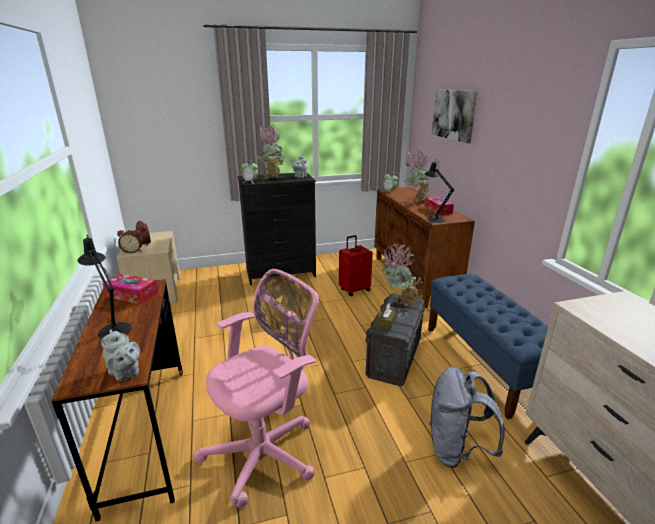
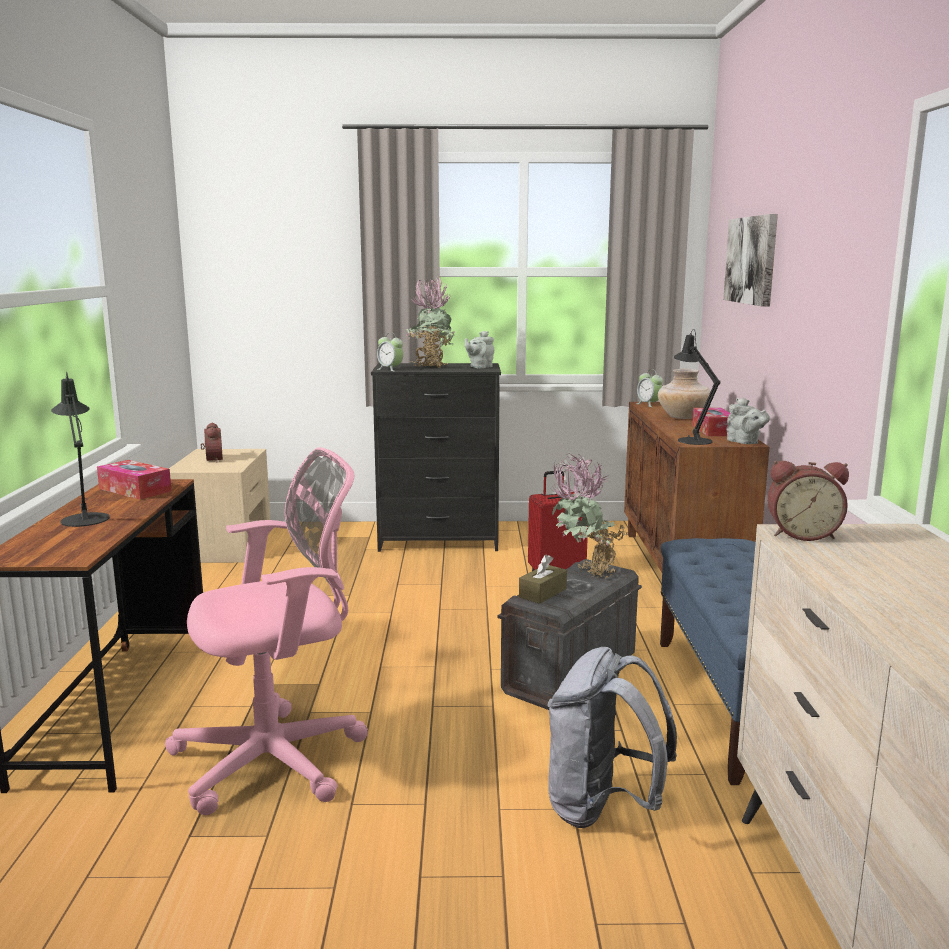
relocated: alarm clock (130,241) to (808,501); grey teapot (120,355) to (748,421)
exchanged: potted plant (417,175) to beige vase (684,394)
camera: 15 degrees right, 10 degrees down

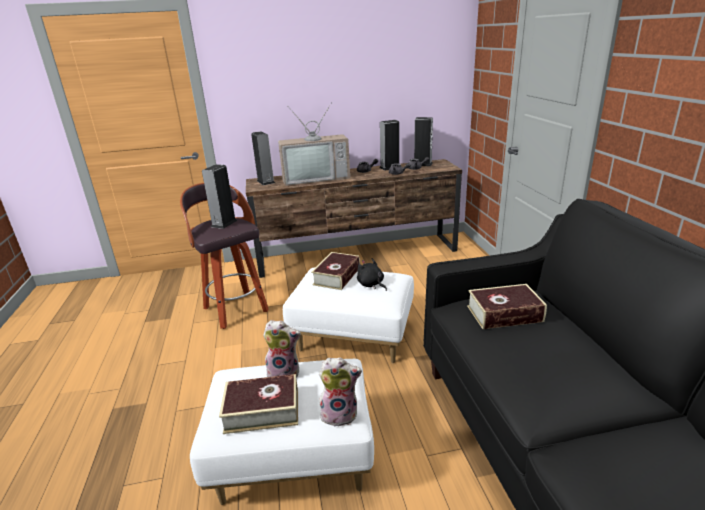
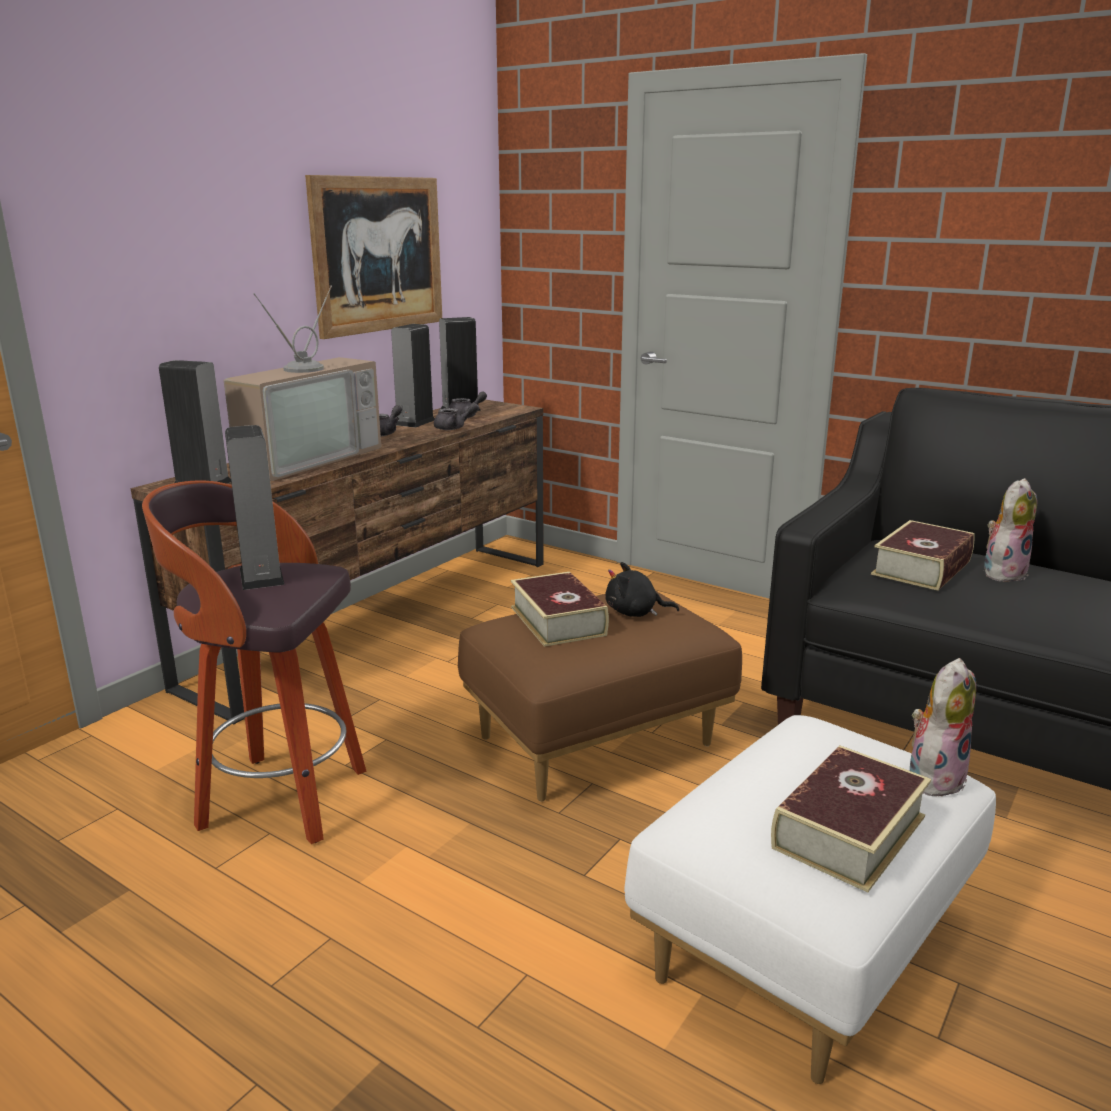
appeared: picture (373,257)
relocated: plush toy (282,348) to (1010,530)
colour: white ottoman (348,315) to brown ottoman (600,696)
camera: 45 degrees left, 5 degrees down

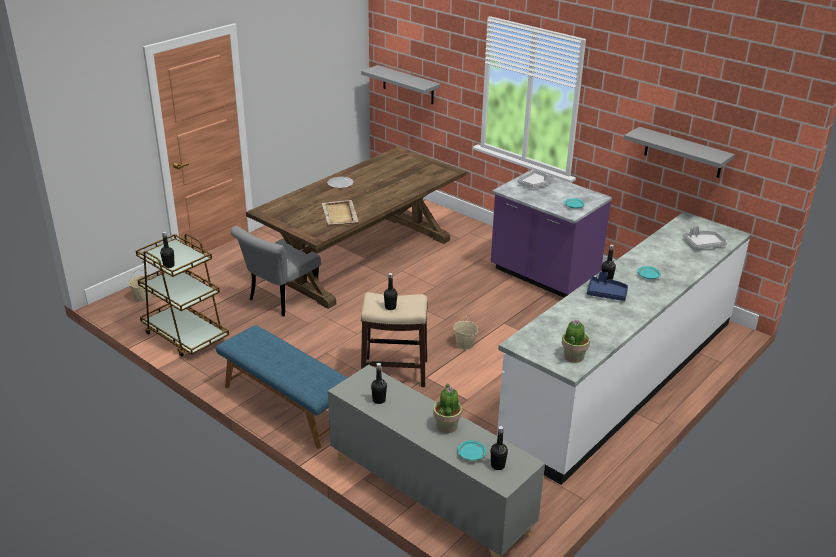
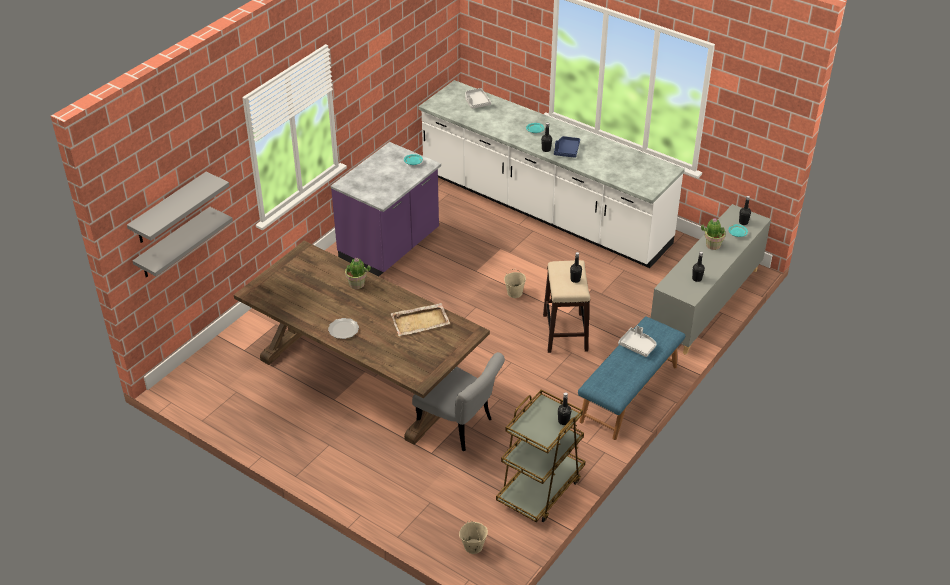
relocated: grey shelf (679,152) to (178,207); grey tray (536,179) to (637,341); potted plant (576,341) to (358,273)
camera: 95 degrees left, 10 degrees up

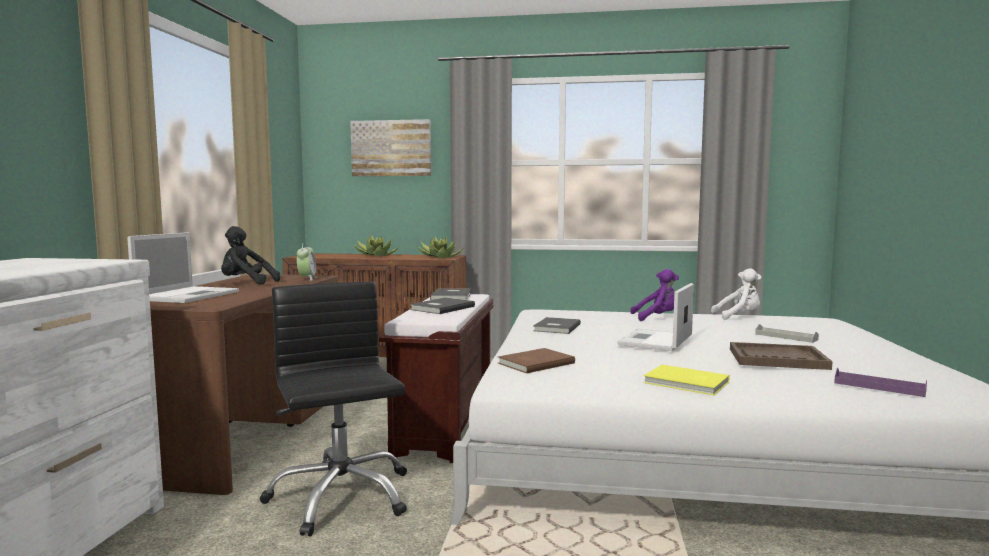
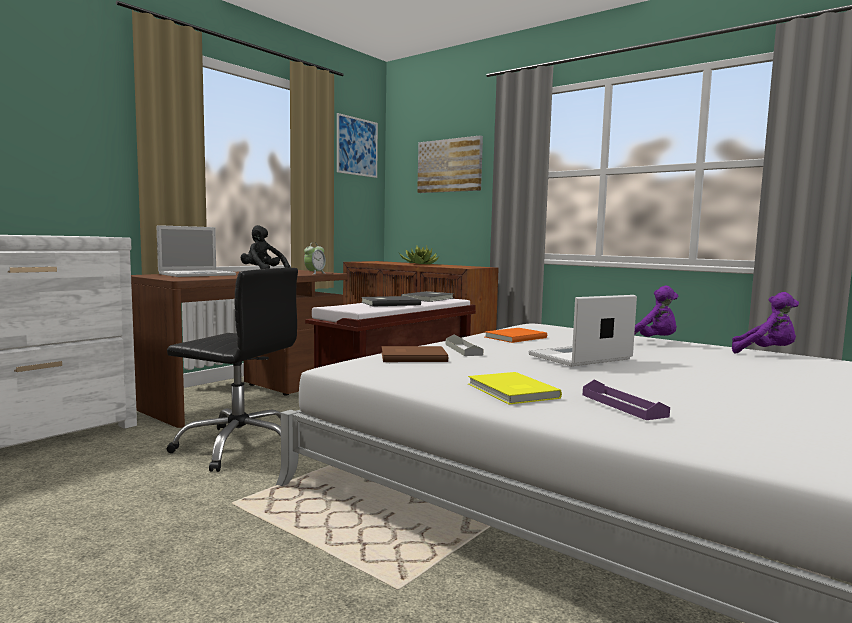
missing: potted plant (439,247); brown tray (781,356)
appeared: picture (357,145)
relocated: grey tray (787,333) to (464,345); purple tray (880,382) to (626,400)
colour: white plush toy (736,294) to purple plush toy (765,322); grey book (557,325) to orange book (516,335)
spun: black office chair (333,409) = (232,370) 105 degrees clockwise
camera: 30 degrees right, 0 degrees up

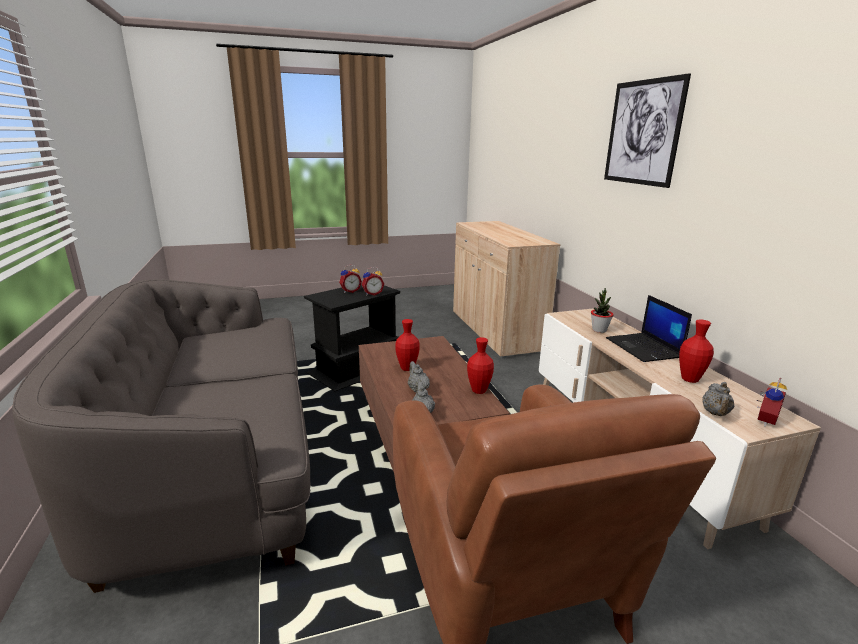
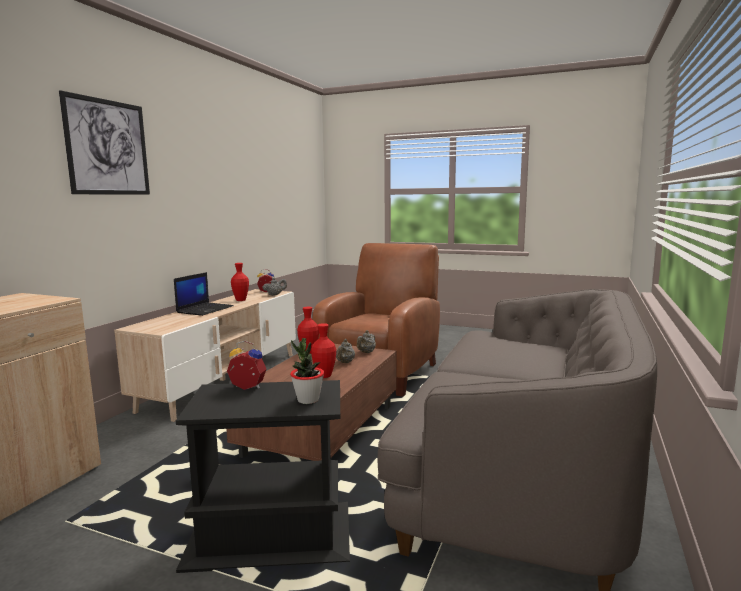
missing: alarm clock (350,279)
relocated: potted plant (602,310) to (307,371)
camera: 140 degrees left, 10 degrees down

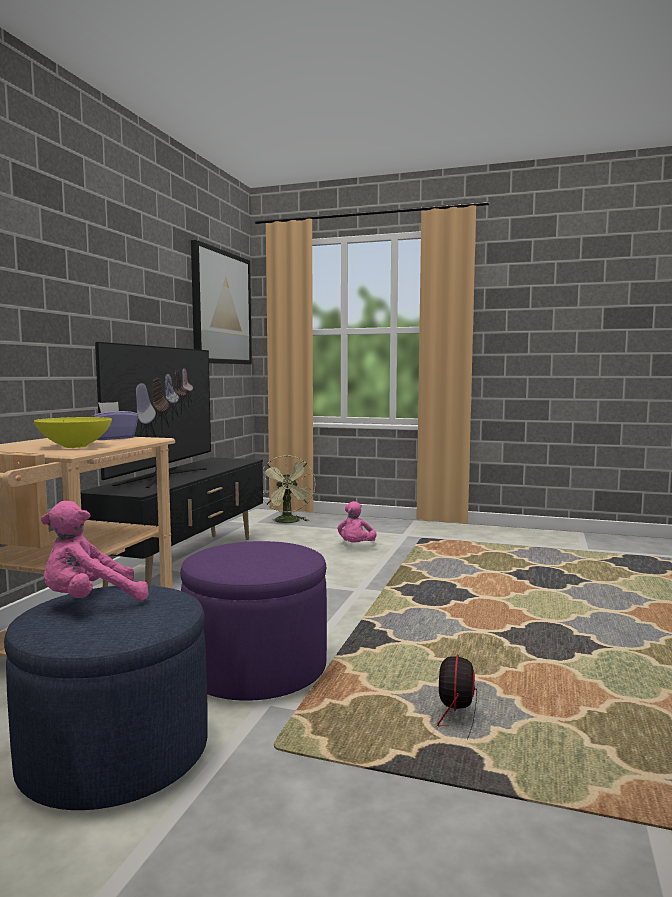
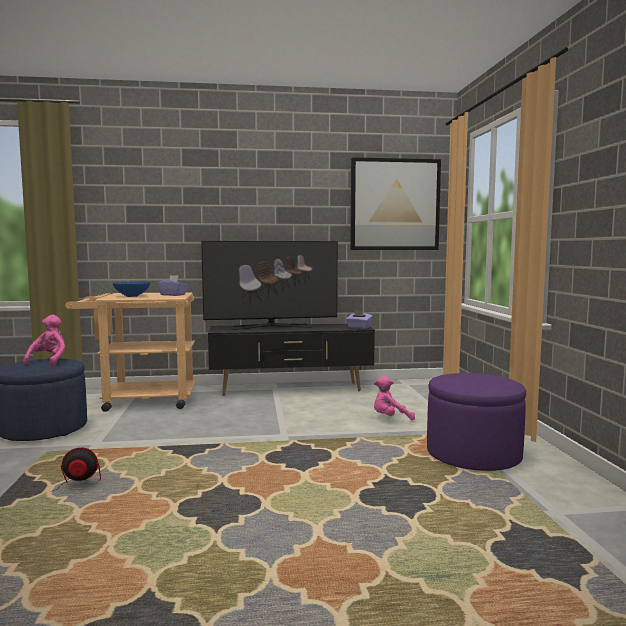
missing: green fan (289,489)
appeared: purple tissue box (359,319)
relocated: purple ottoman (253,621) to (476,422)
colour: yellow bowl (73,432) to blue bowl (131,289)
spun: pink plush toy (95,551) = (44,340) 60 degrees clockwise
camera: 65 degrees right, 0 degrees up

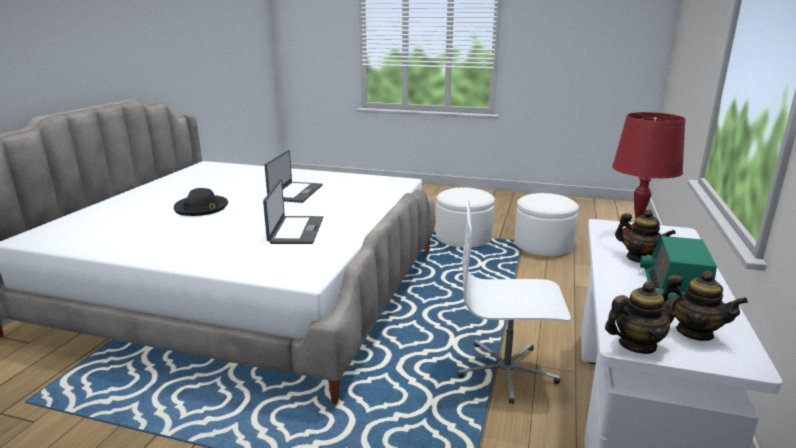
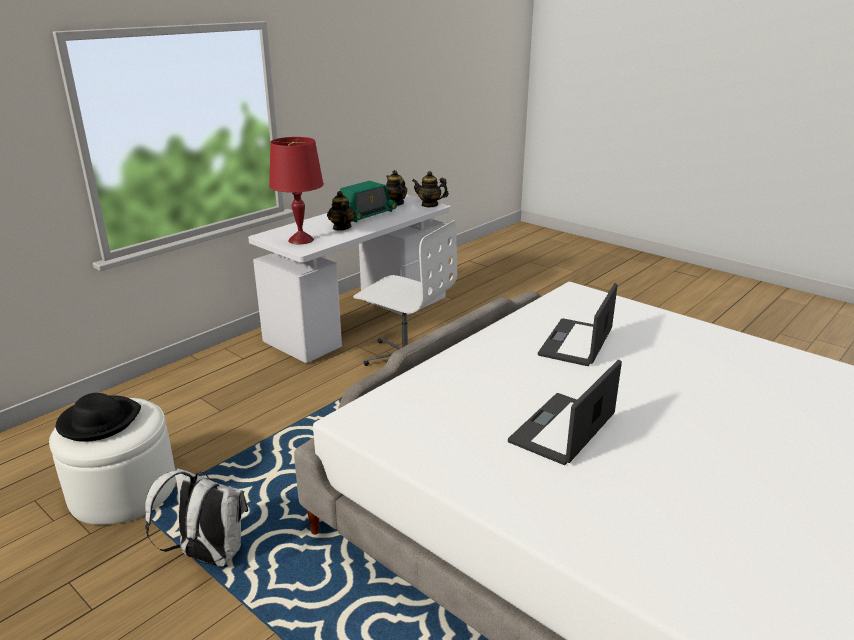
relocated: black hat (201,202) to (98,417)
exchanged: white ottoman (465,217) to white backpack (196,517)
camera: 155 degrees left, 5 degrees up

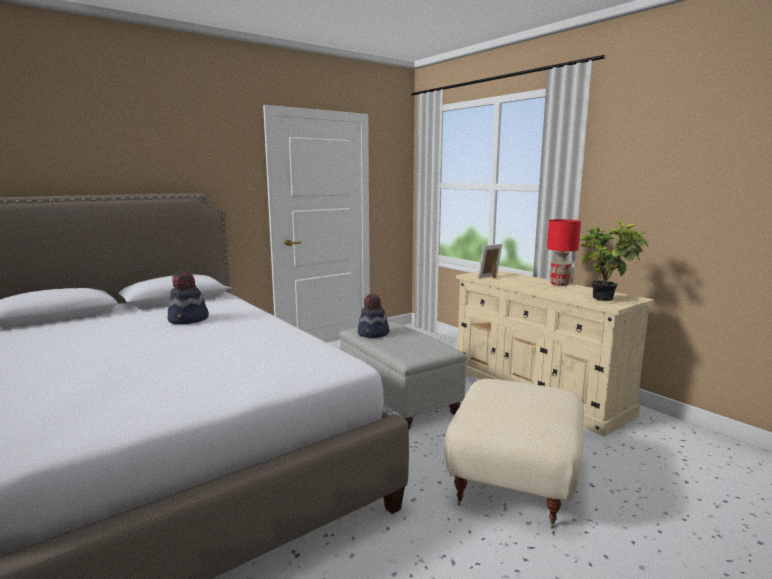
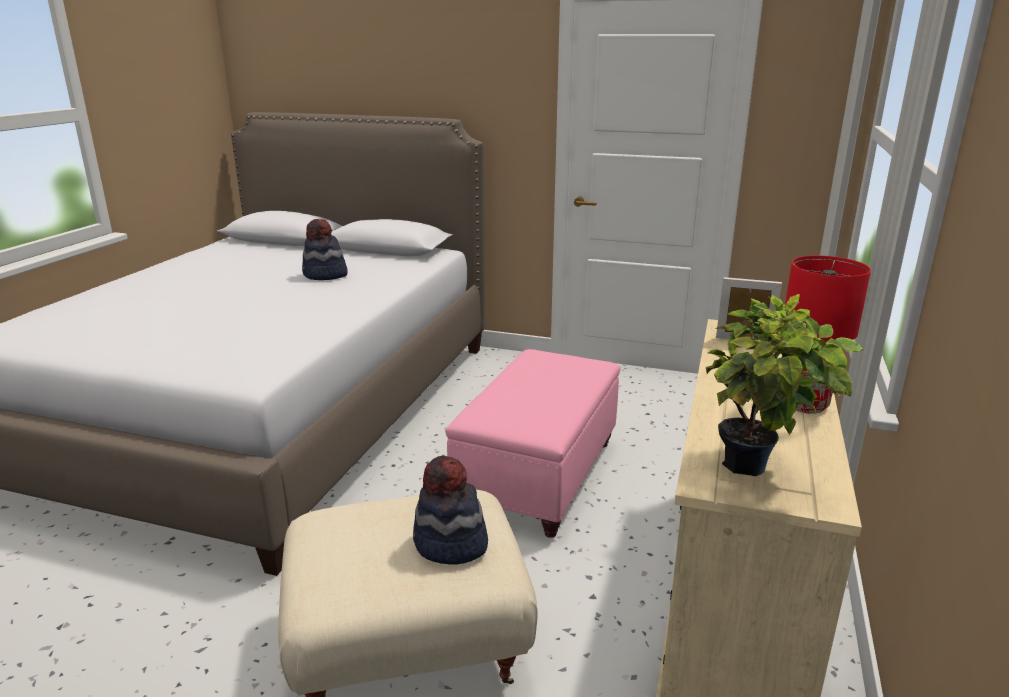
relocated: hat (374,316) to (450,510)
colour: grey ottoman (403,375) to pink ottoman (533,443)
camera: 55 degrees right, 10 degrees up

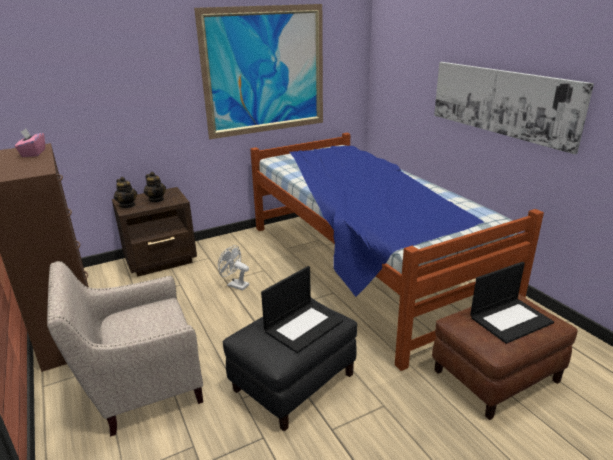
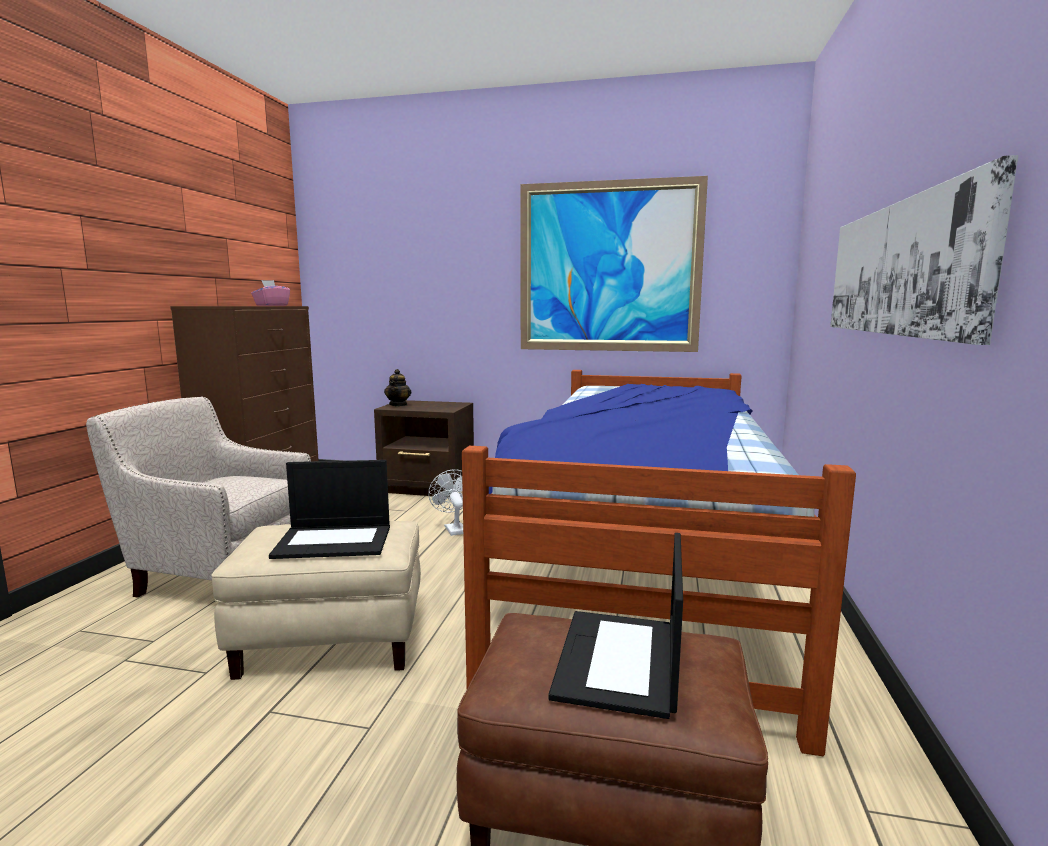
missing: teapot (155,187)
colour: black ottoman (289,364) to beige ottoman (316,600)
spun: laptop (512,303) = (615,626) 90 degrees clockwise
camera: 40 degrees right, 15 degrees down

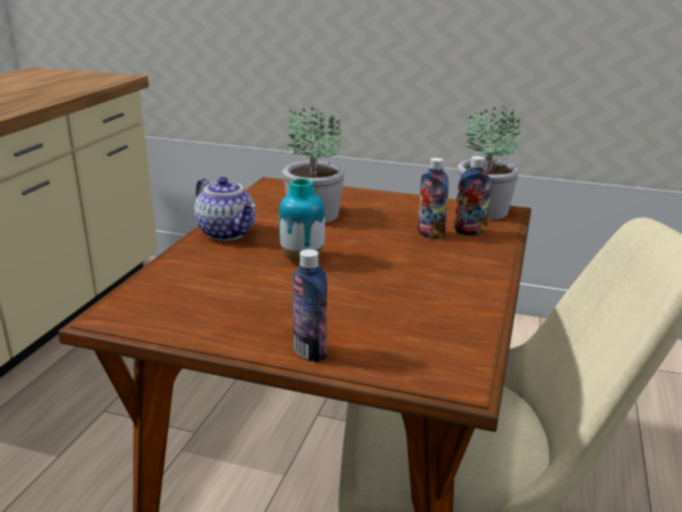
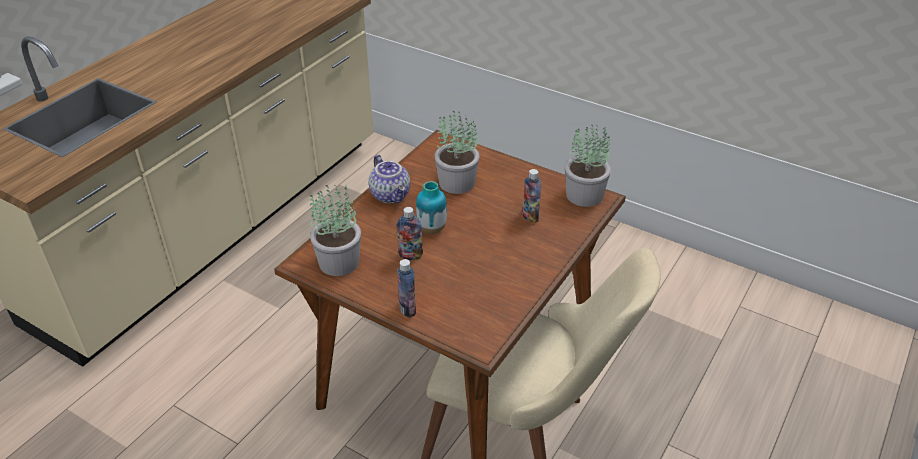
appeared: potted plant (335,229)
relocated: bottle (473,196) to (409,233)
camera: 15 degrees right, 15 degrees up

